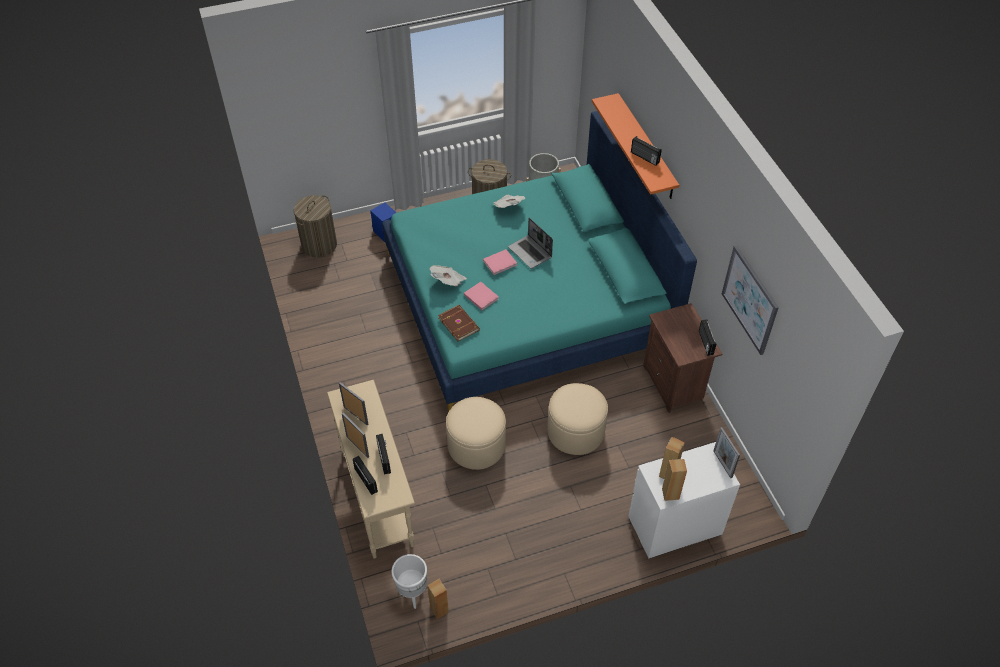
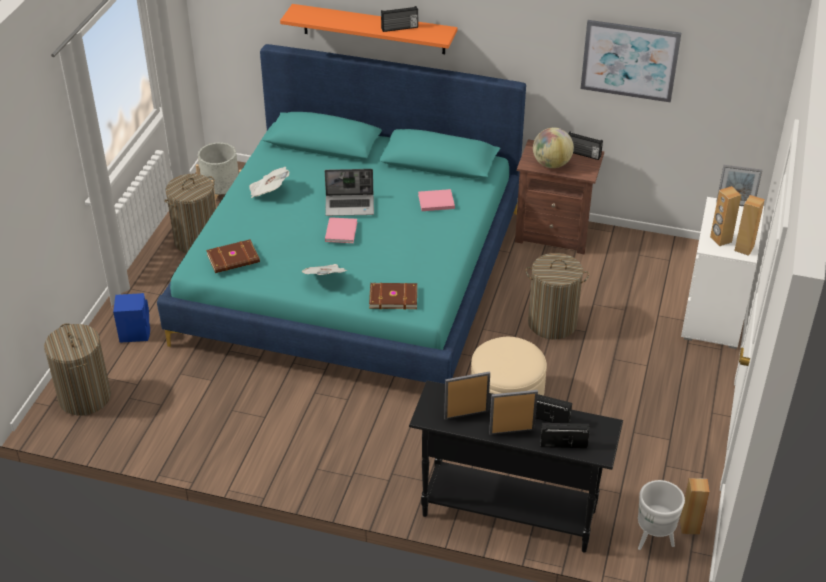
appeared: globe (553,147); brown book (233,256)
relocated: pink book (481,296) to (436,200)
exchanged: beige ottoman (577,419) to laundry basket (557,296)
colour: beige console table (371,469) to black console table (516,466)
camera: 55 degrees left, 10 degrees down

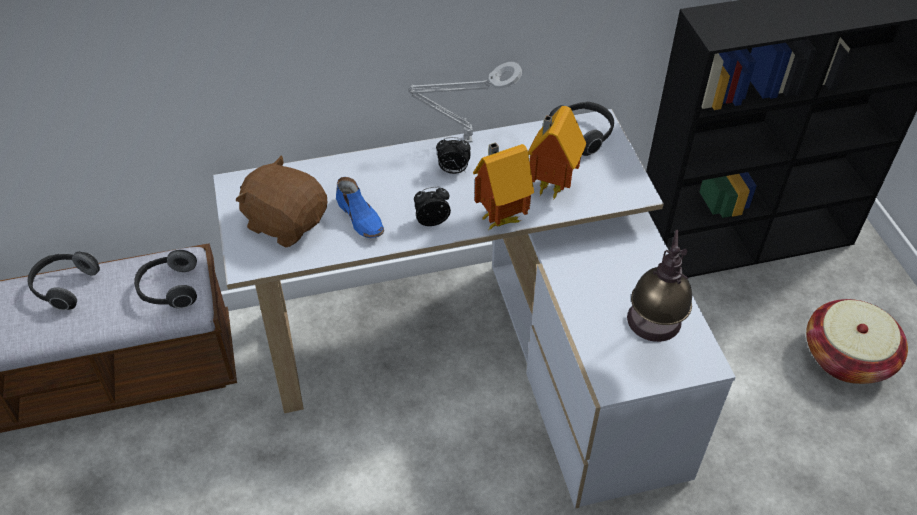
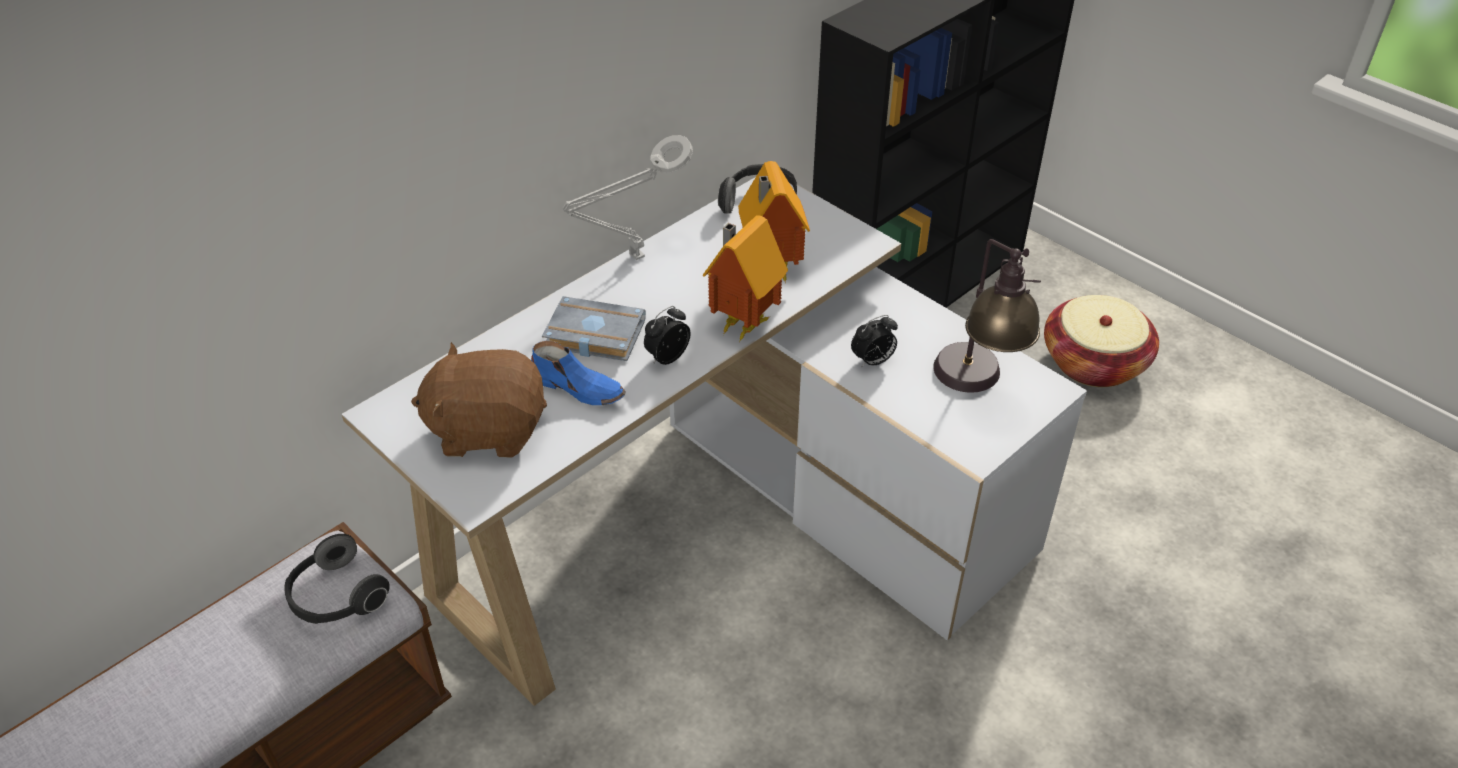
missing: headphones (64,281)
appeared: grey book (594,328)
relocated: alarm clock (453,155) to (874,341)
camera: 30 degrees left, 5 degrees down

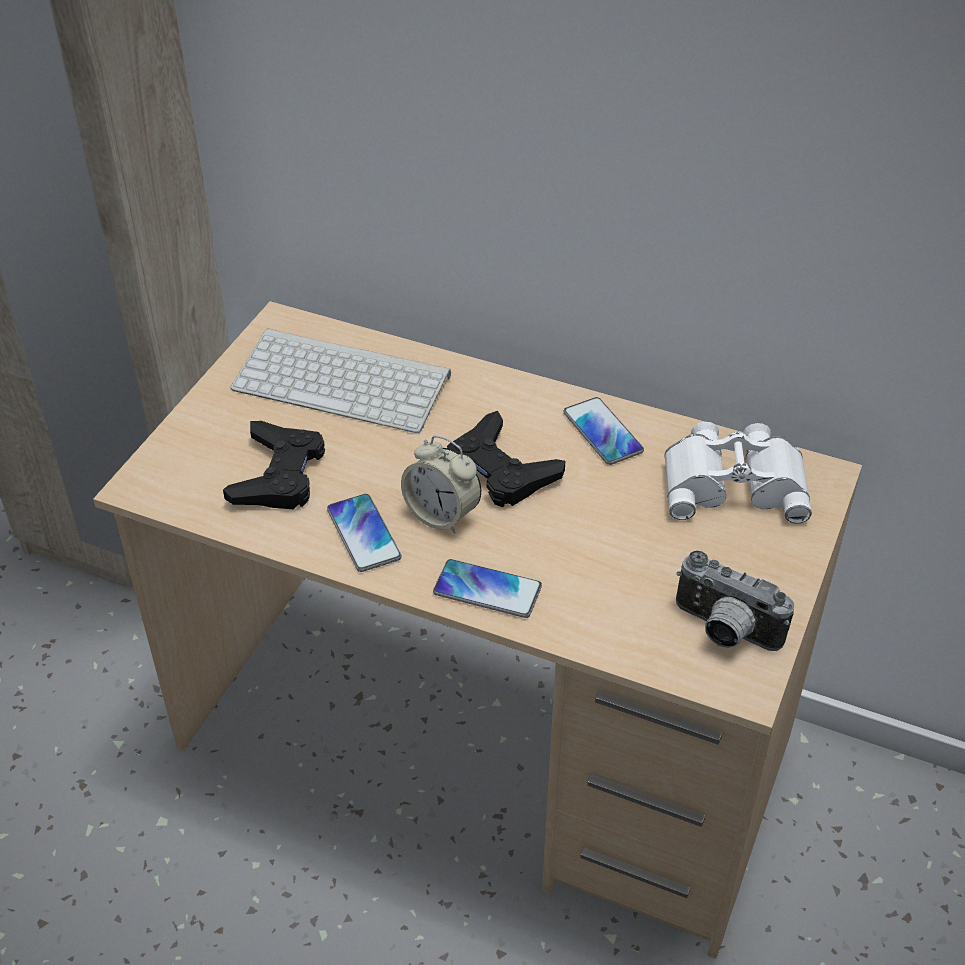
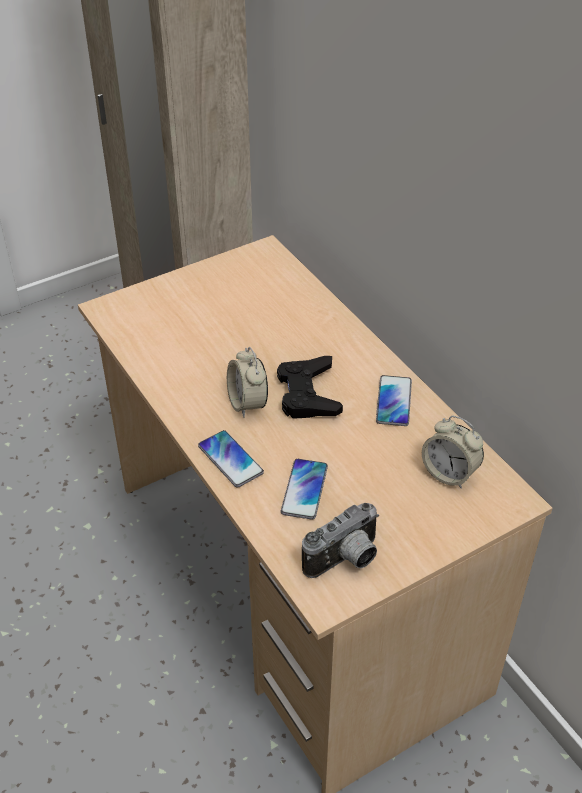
missing: keyboard (341,380); black game controller (274,465)
relocated: phone (364,533) to (304,489)
exchanged: white binoculars (738,473) to alarm clock (453,452)
spun: photo camera (735,600) = (340,540) 105 degrees counterclockwise
camera: 35 degrees right, 0 degrees up

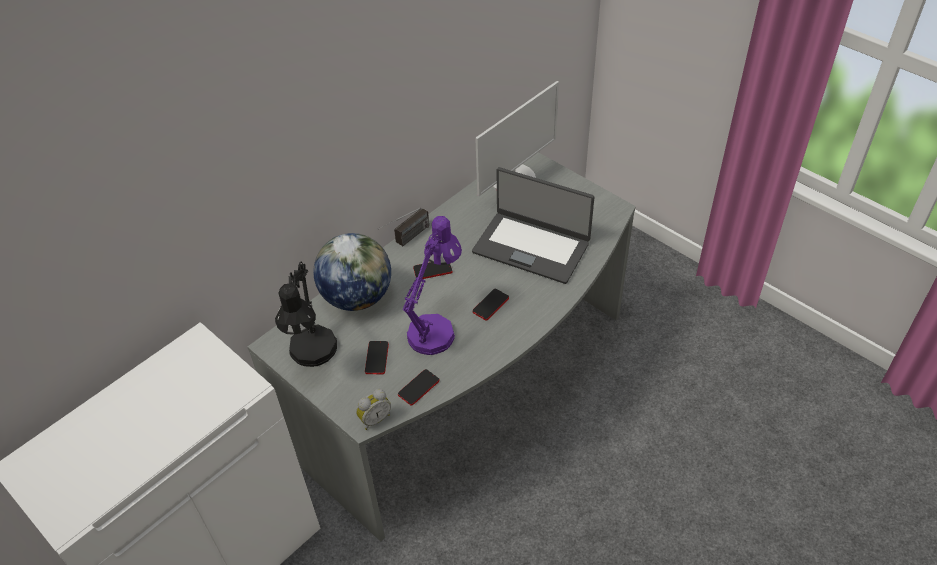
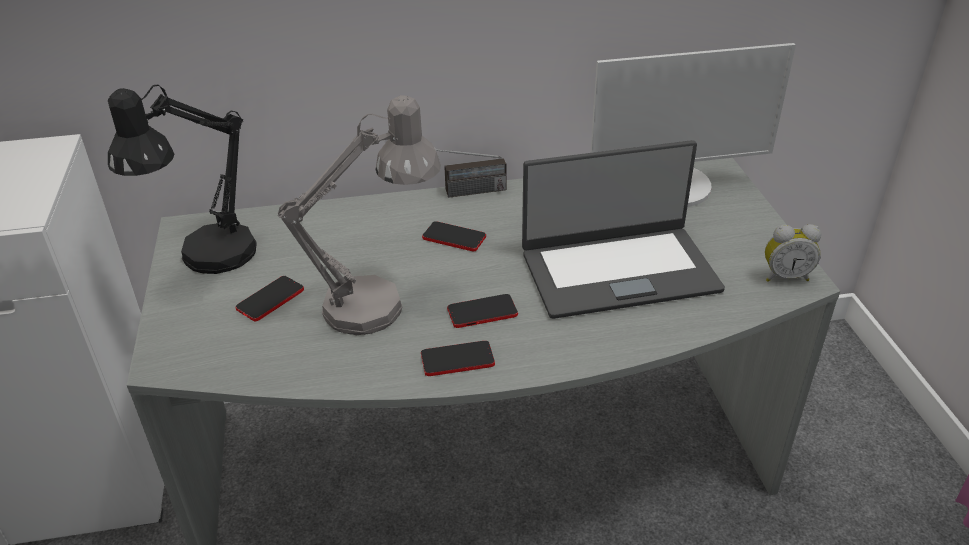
missing: globe (352,272)
relocated: phone (419,387) to (458,358); alarm clock (373,409) to (793,253)
colour: purple table lamp (432,285) to grey table lamp (359,215)
spun: laptop (533,225) = (623,229) 75 degrees counterclockwise
camera: 35 degrees right, 10 degrees down

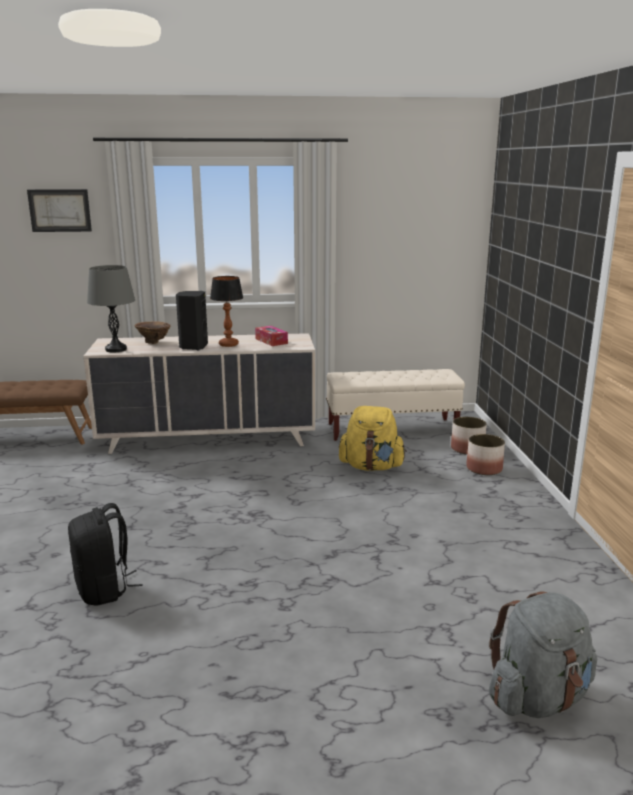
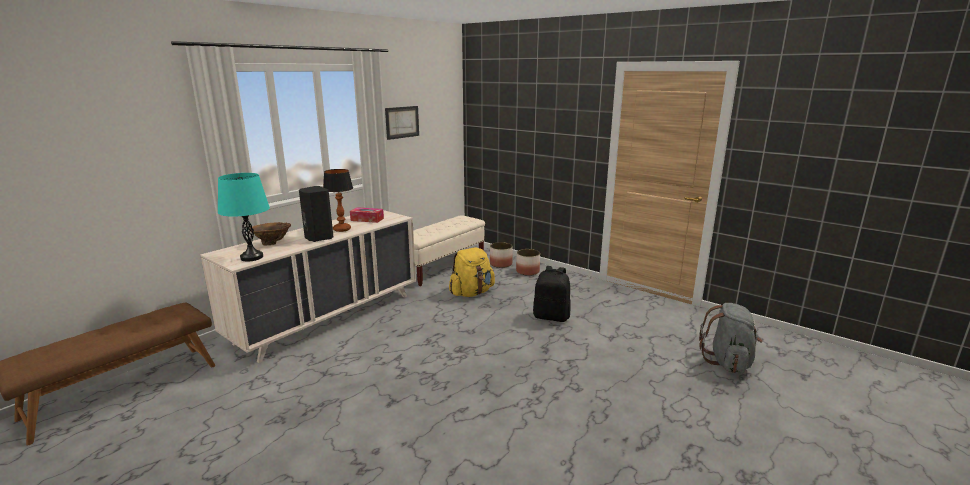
relocated: picture (59,210) to (402,123); black backpack (105,554) to (552,294)
colour: grey table lamp (111,309) to turquoise table lamp (244,217)
camera: 45 degrees left, 0 degrees up

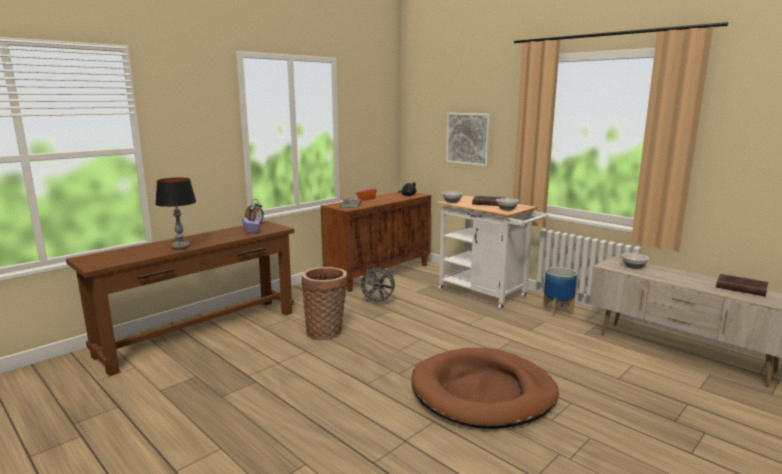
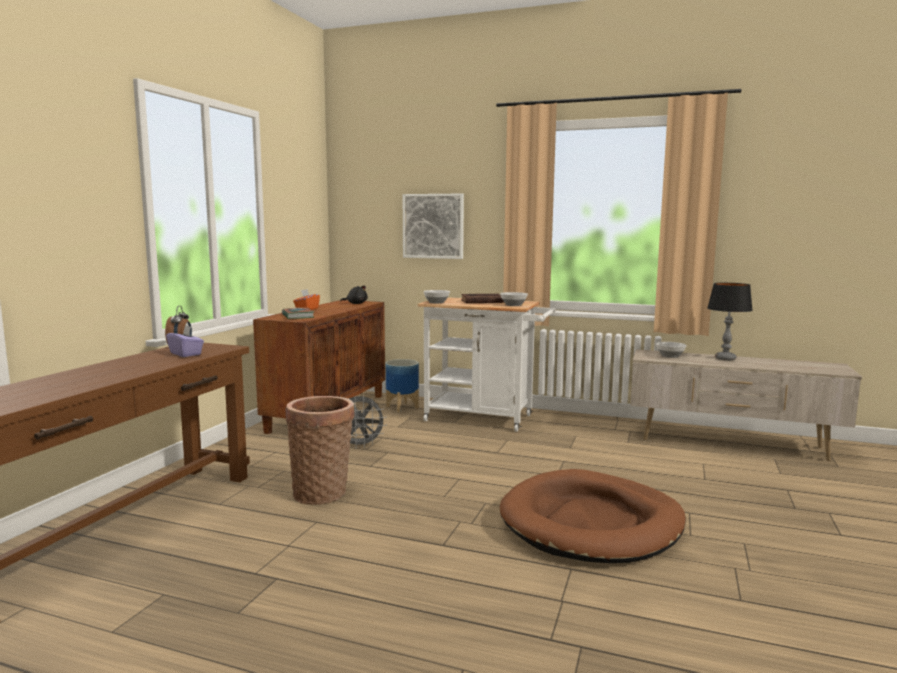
missing: brown book (742,285)
relocated: table lamp (175,213) to (730,322); planter (560,291) to (402,385)
camera: 25 degrees left, 5 degrees down

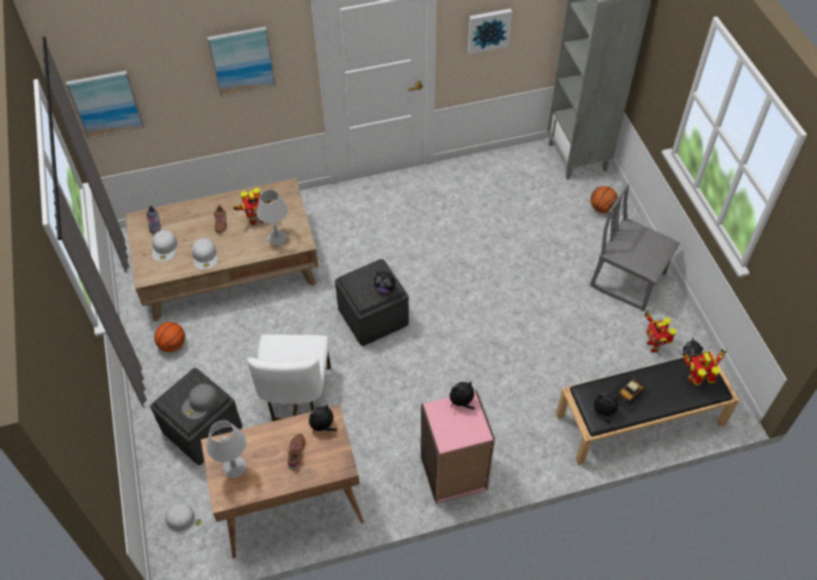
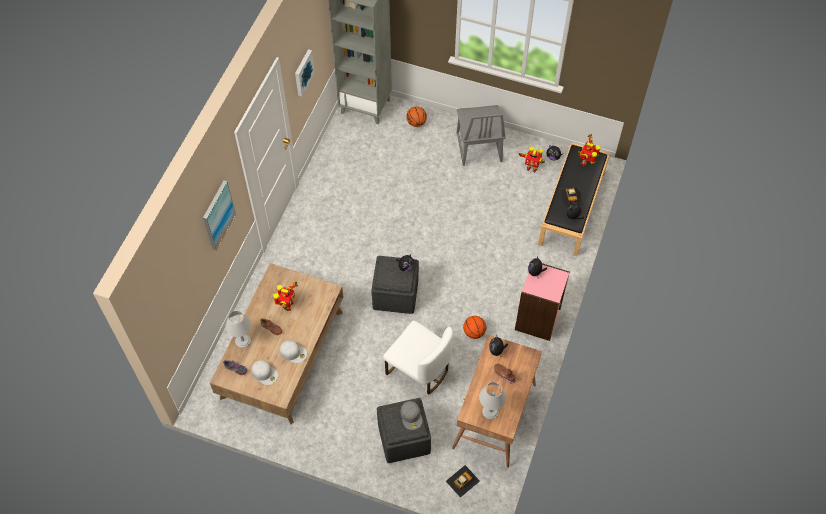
missing: picture (105,105)
relocated: grey table lamp (272,217) to (238,329); basketball (169,337) to (474,327)
exchanged: white cap (185,518) to toy car (463,481)
spun: grey chair (635,247) = (481,135) 75 degrees counterclockwise
camera: 55 degrees left, 5 degrees up

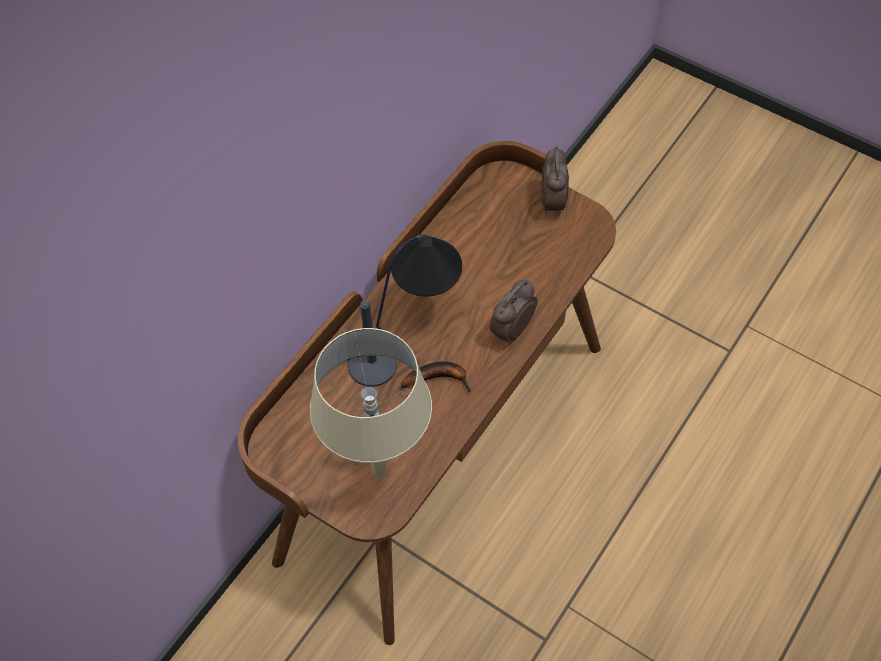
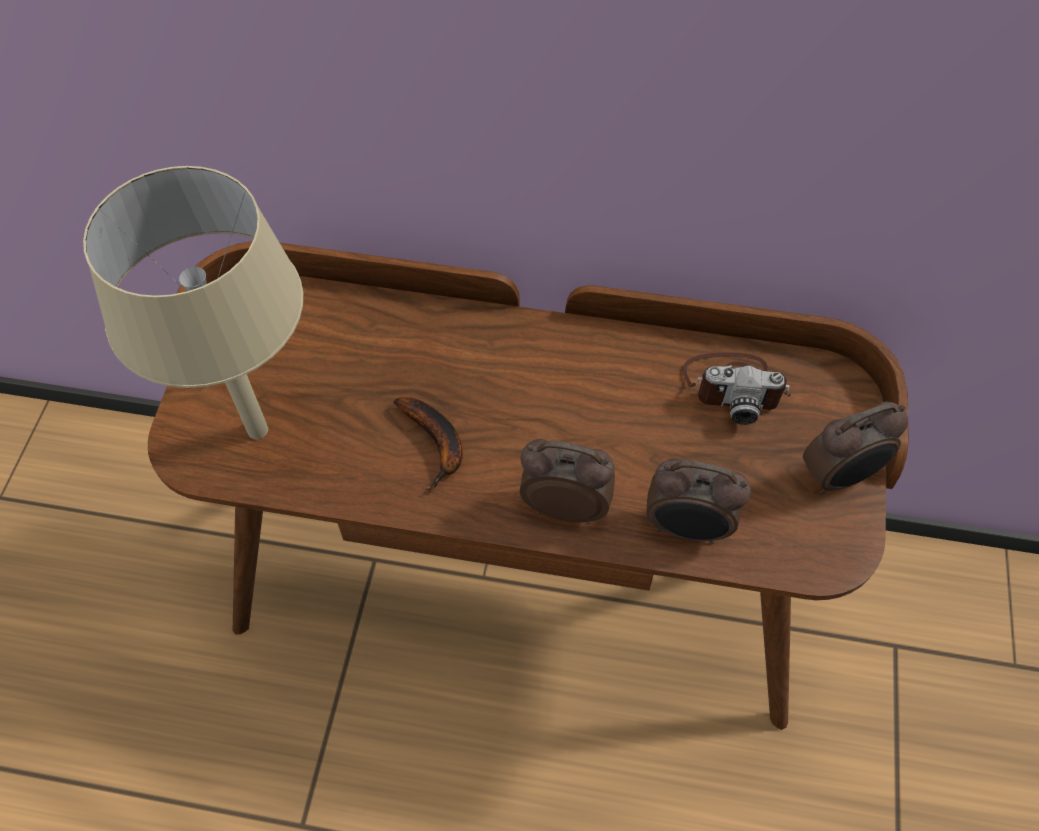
missing: table lamp (405,310)
appeared: photo camera (736,388); alarm clock (698,501)
camera: 65 degrees right, 0 degrees up

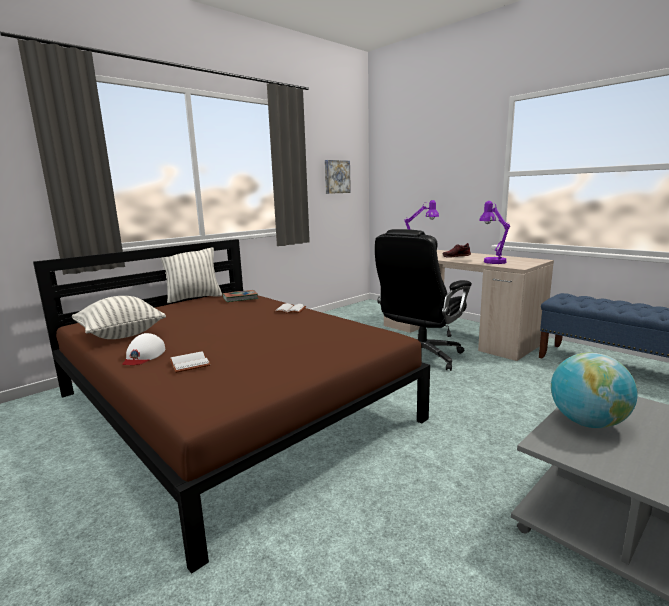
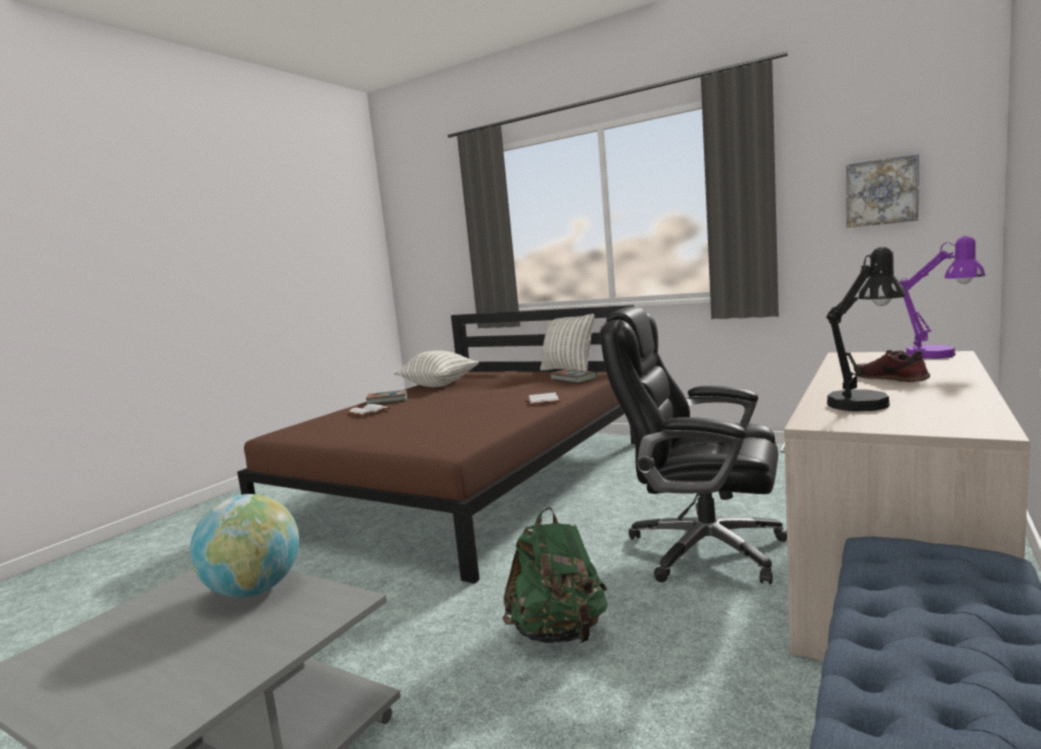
appeared: green backpack (555,575)
exchanged: white cap (143,349) to book (387,397)
colour: purple table lamp (495,232) to black table lamp (866,329)
camera: 75 degrees right, 5 degrees down

